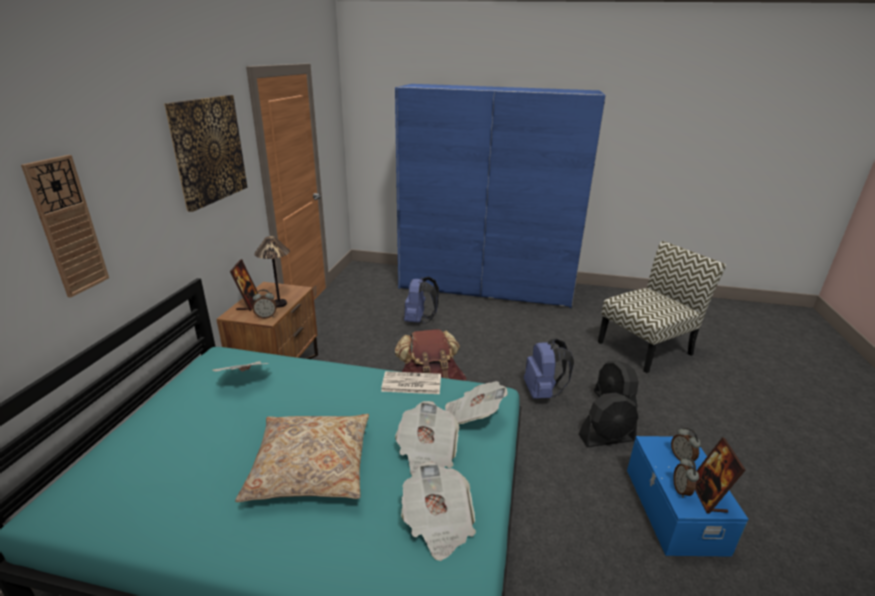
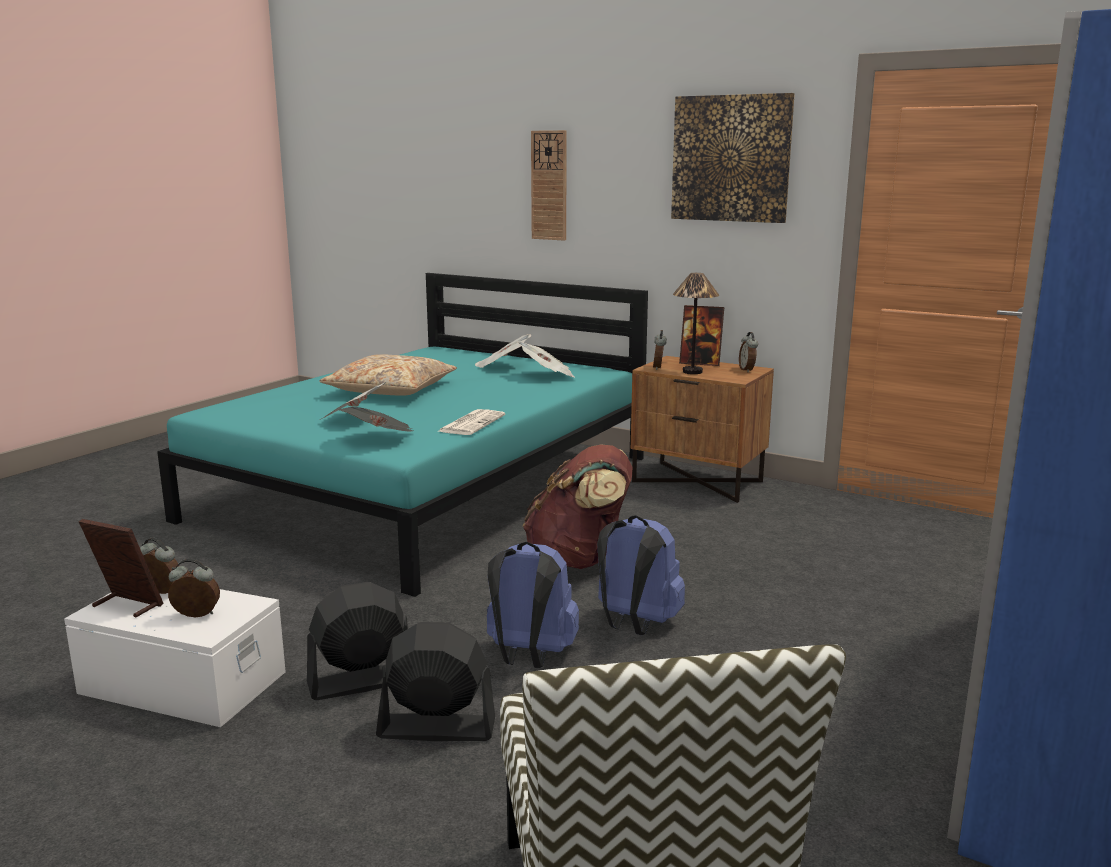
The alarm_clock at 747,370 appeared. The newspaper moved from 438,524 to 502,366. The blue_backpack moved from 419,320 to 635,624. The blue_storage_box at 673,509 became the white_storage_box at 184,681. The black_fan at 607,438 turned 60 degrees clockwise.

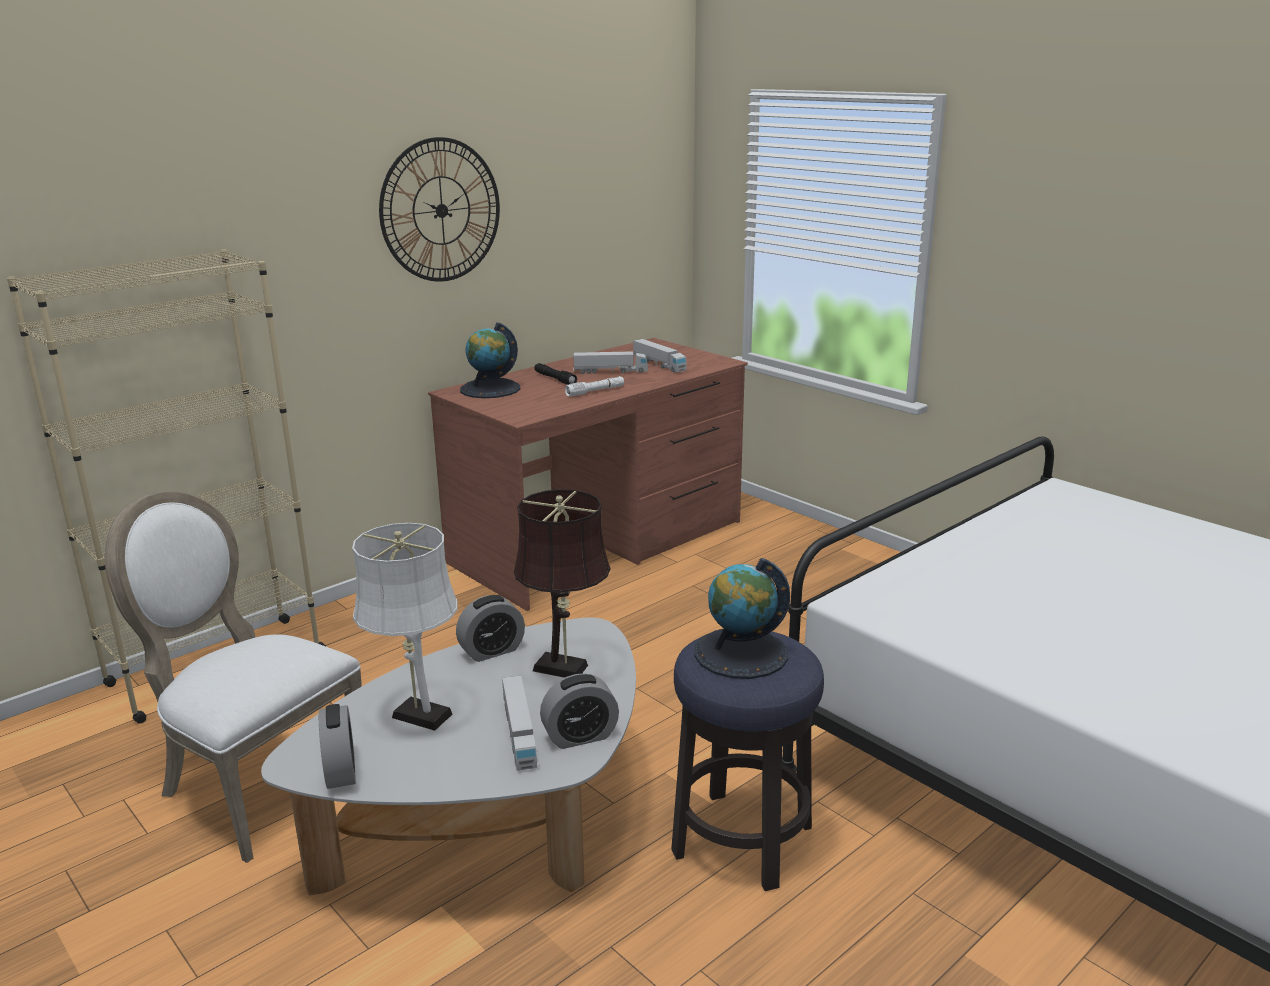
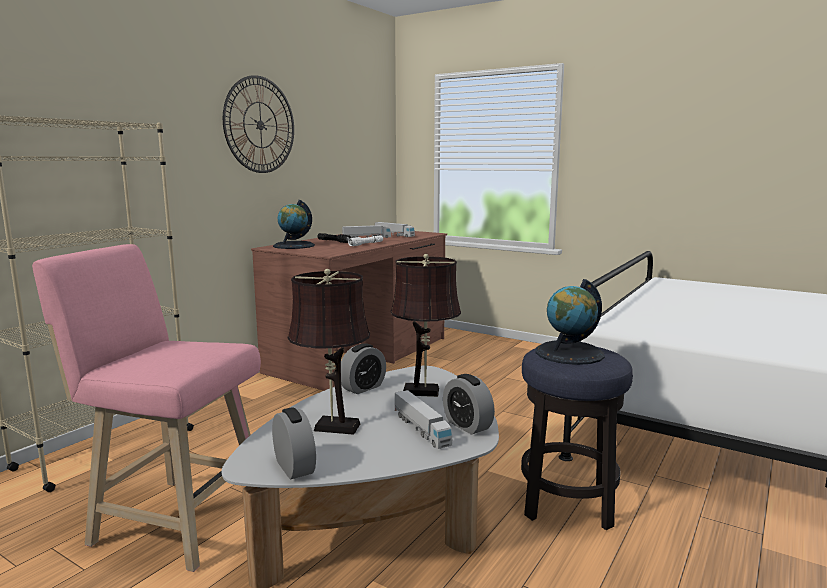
The white_chair at 257,784 was replaced by the pink_stool at 173,519. The white_table_lamp at 417,714 became the brown_table_lamp at 332,427. The alarm_clock at 580,736 turned 90 degrees clockwise.

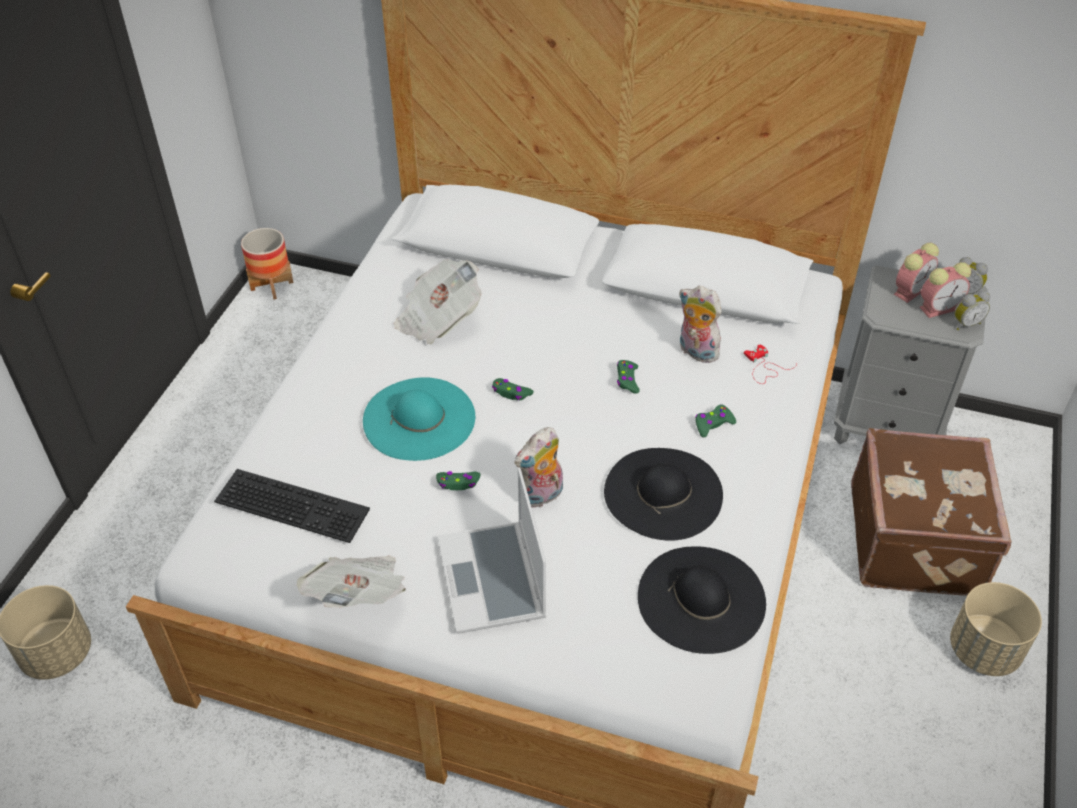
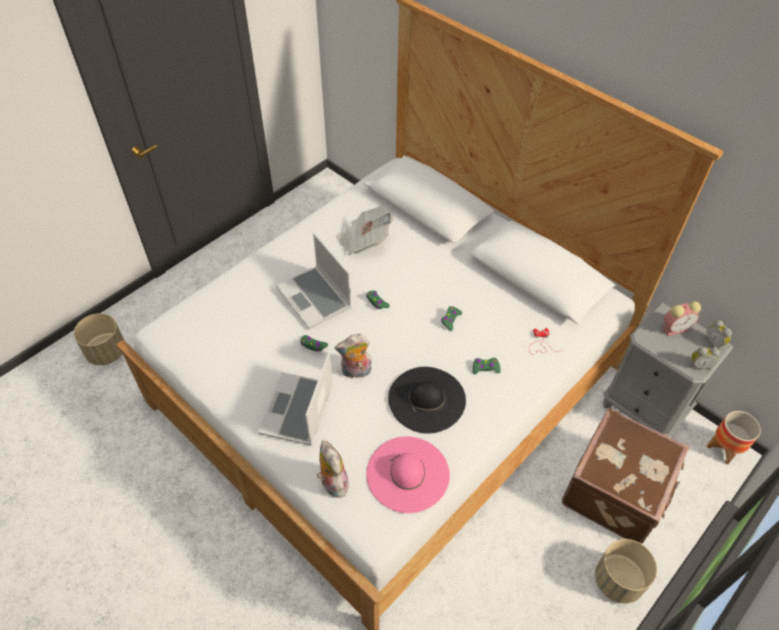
The keyboard at 295,503 disappeared. The newspaper at 359,596 disappeared. The alarm_clock at 939,308 disappeared. The planter moved from 272,286 to 724,449. The plush_toy moved from 695,352 to 332,483. The turquoise_hat at 419,418 was replaced by the laptop at 315,298. The black_hat at 701,599 became the pink_hat at 408,474.

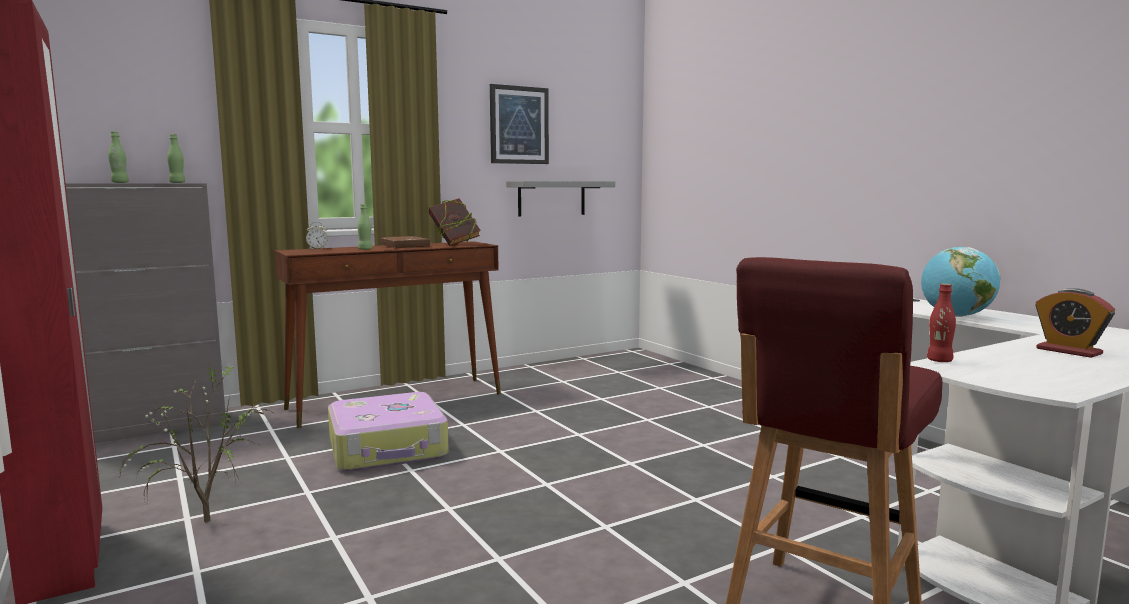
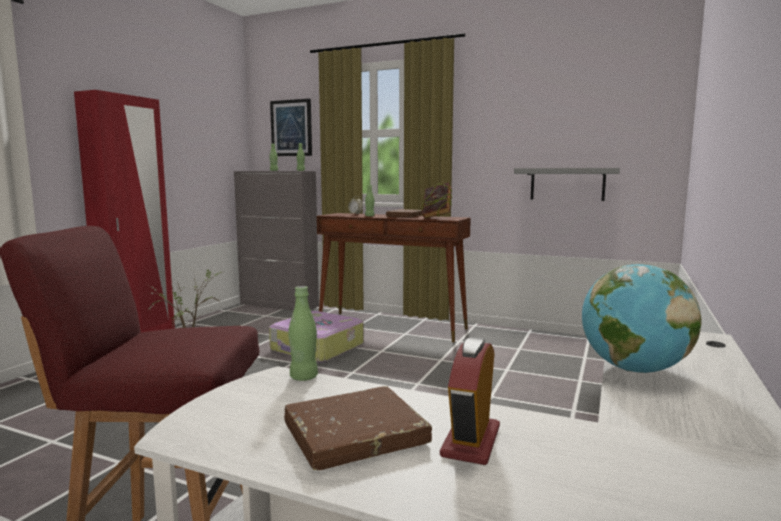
The brown_book at 355,434 appeared. The picture moved from 519,125 to 291,128. The red_bottle at 939,361 became the green_bottle at 304,377.

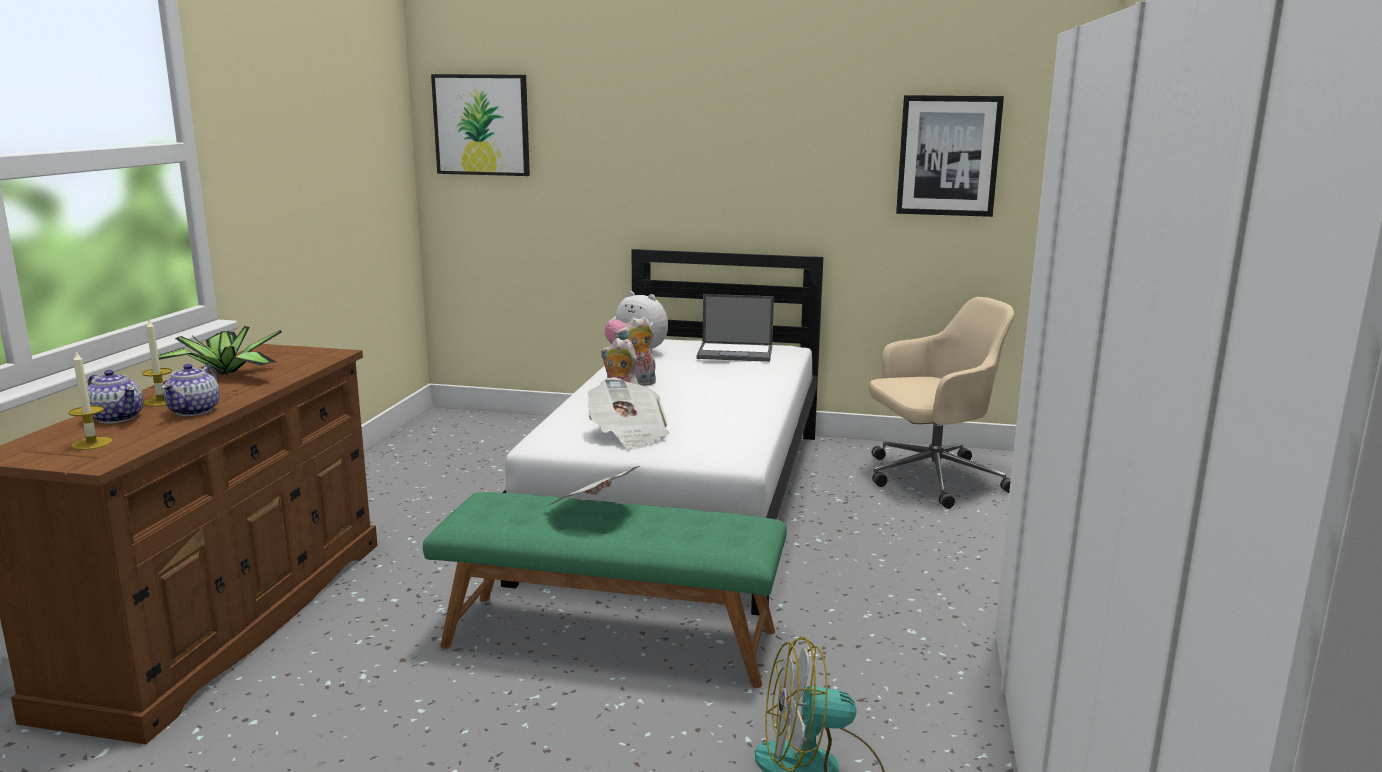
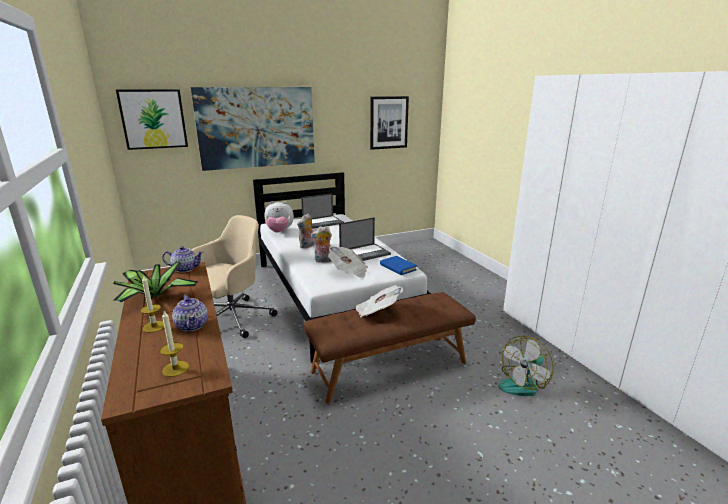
The picture at 257,127 appeared. The laptop at 365,253 appeared. The blue_book at 398,267 appeared. The teapot moved from 117,418 to 185,269. The beige_office_chair moved from 931,479 to 231,319. The green_bench at 611,637 became the brown_bench at 389,366.

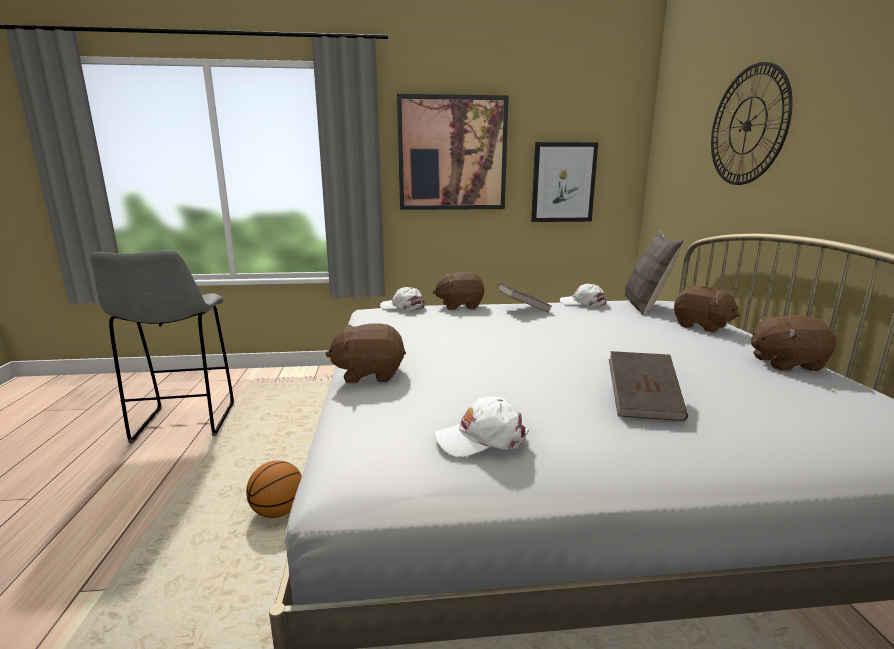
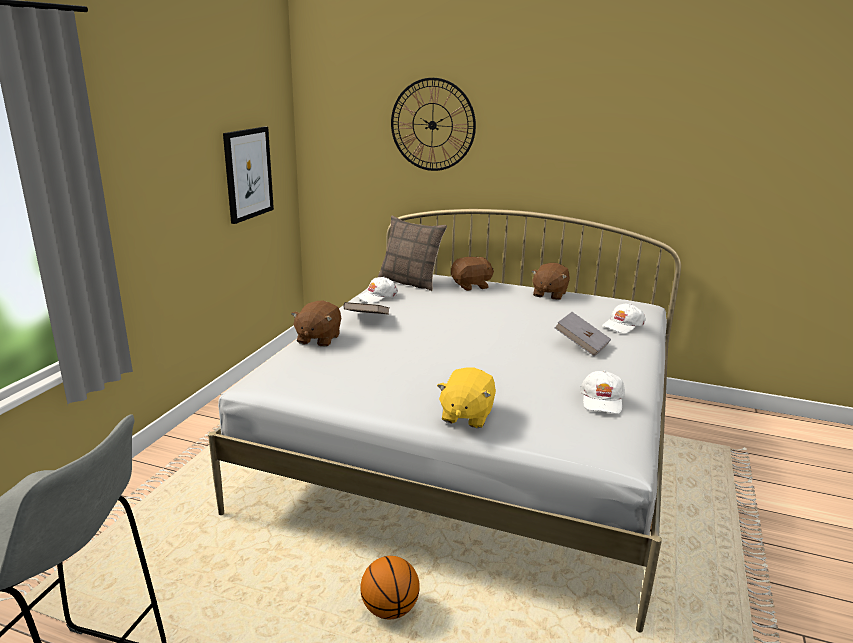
The picture at 452,154 disappeared. The white_cap moved from 403,307 to 622,325. The brown_plush_toy at 369,374 became the yellow_plush_toy at 466,416. The brown_book at 643,403 became the grey_book at 581,345.

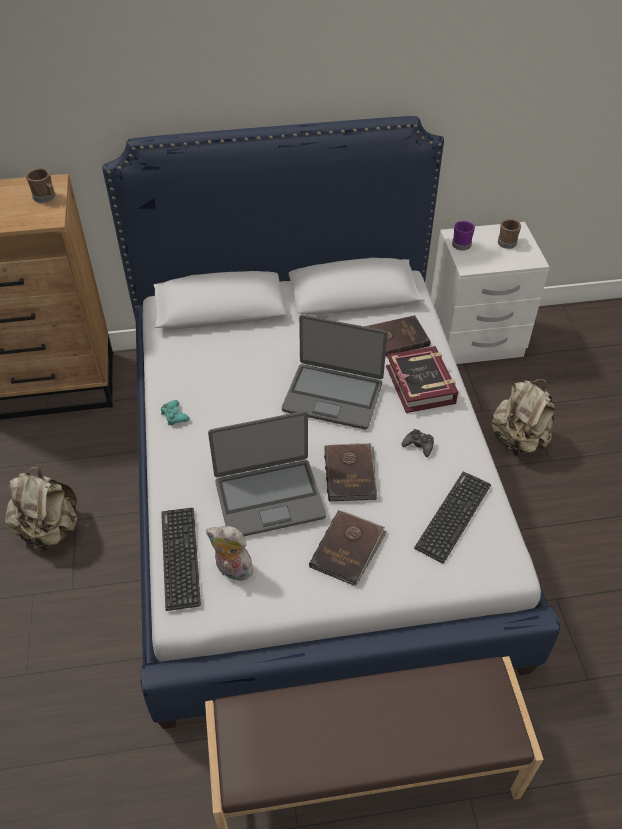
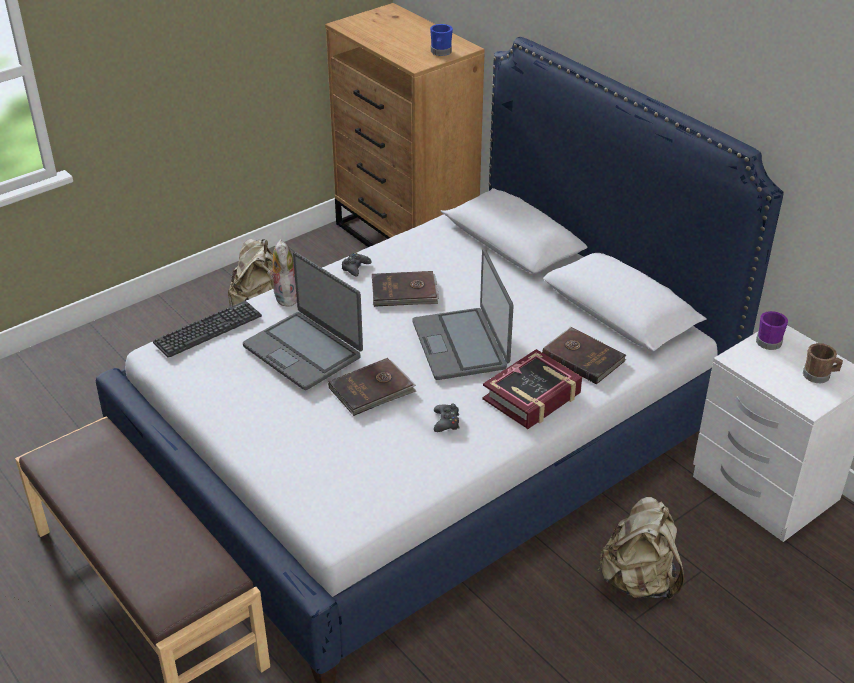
The keyboard at 453,516 disappeared. The plush_toy moved from 232,570 to 284,296. The brown_book moved from 348,549 to 404,292. The brown_mug at 46,198 became the blue_mug at 440,52. The turquoise_game_controller at 174,416 became the black_game_controller at 355,268.

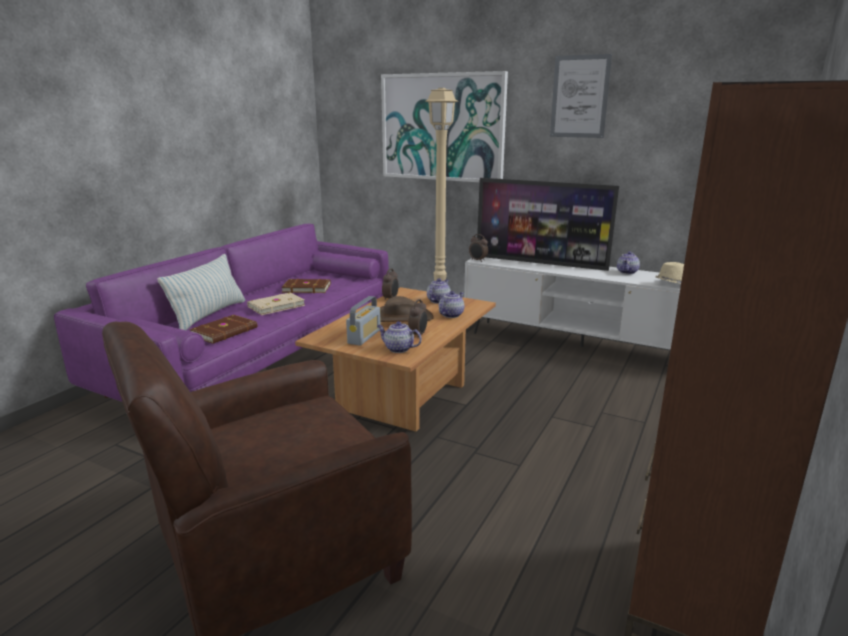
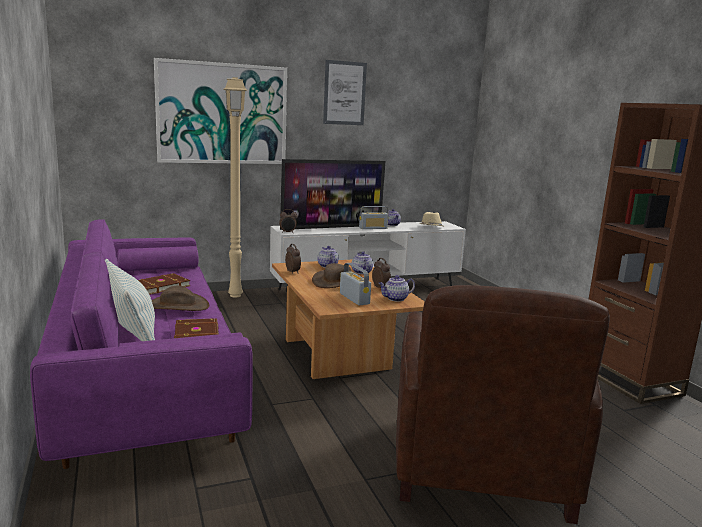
The radio at 373,228 appeared. The beige_book at 275,306 was replaced by the brown_hat at 177,306.

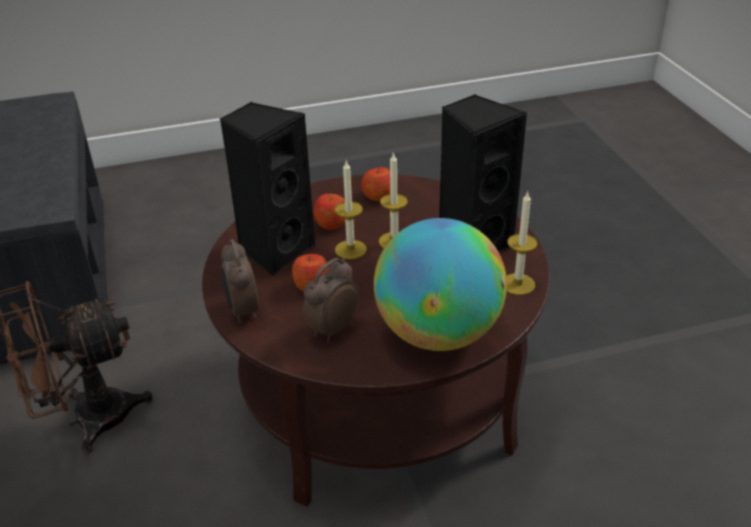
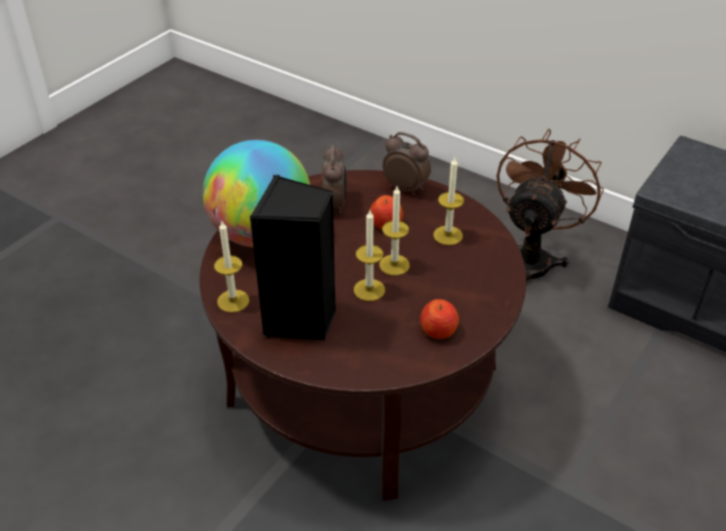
The apple at 331,224 disappeared. The black_speaker at 275,251 was replaced by the candle at 448,235.

